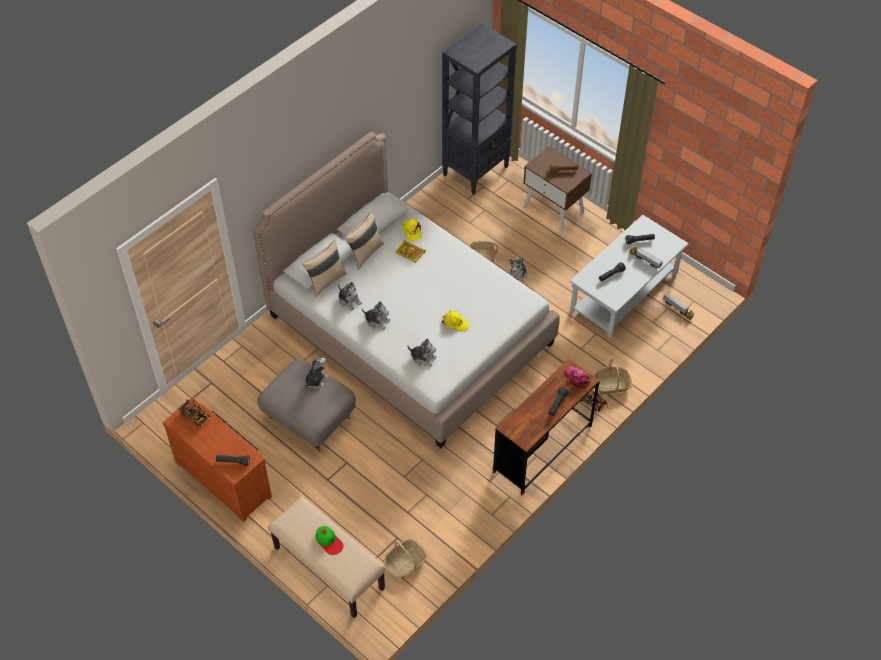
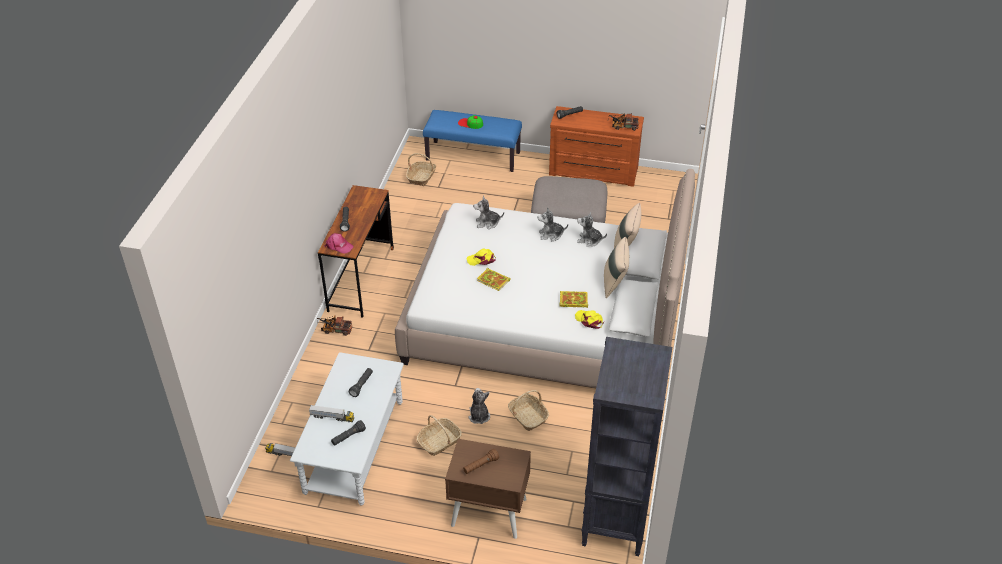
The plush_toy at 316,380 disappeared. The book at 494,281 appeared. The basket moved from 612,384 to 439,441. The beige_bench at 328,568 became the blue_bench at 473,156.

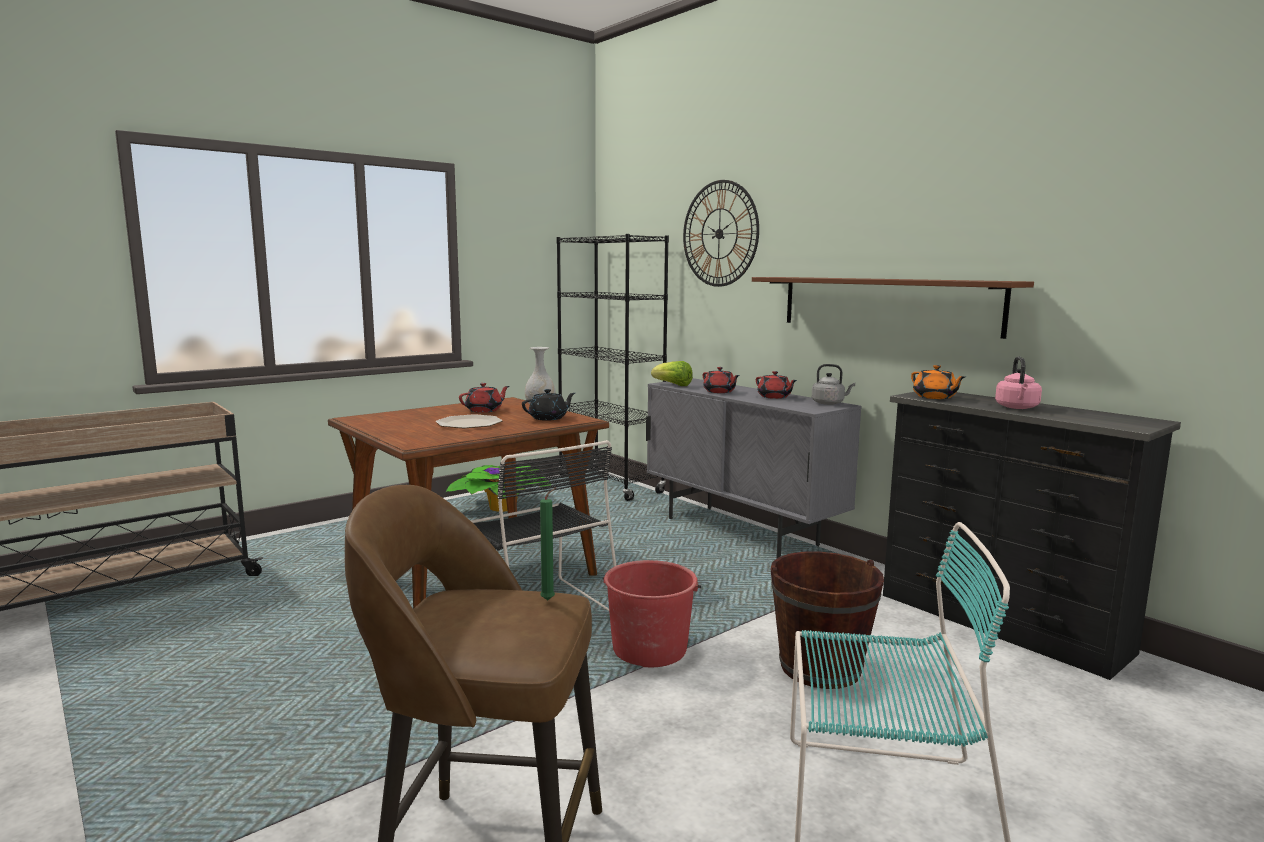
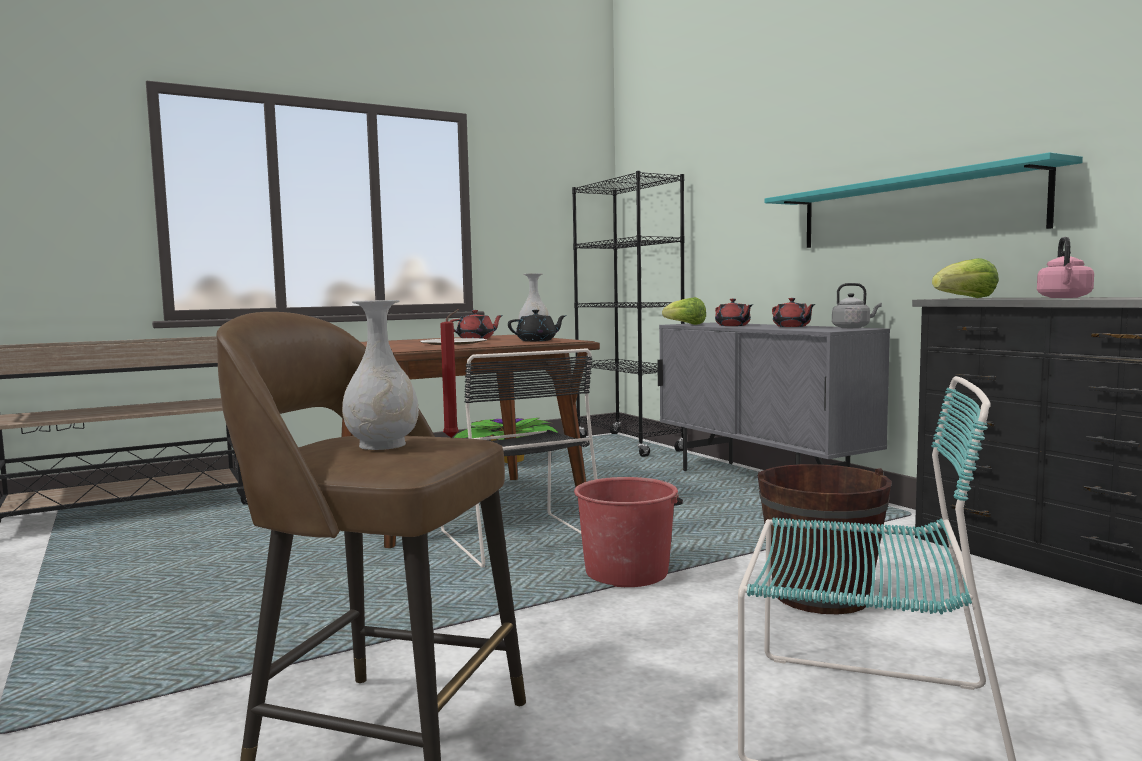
The wall_clock at 719,233 disappeared. The white_vase at 383,445 appeared. The orange_teapot at 935,397 was replaced by the lettuce at 966,298. The green_candle at 549,599 became the red_candle at 453,437. The brown_shelf at 885,304 became the turquoise_shelf at 912,210.

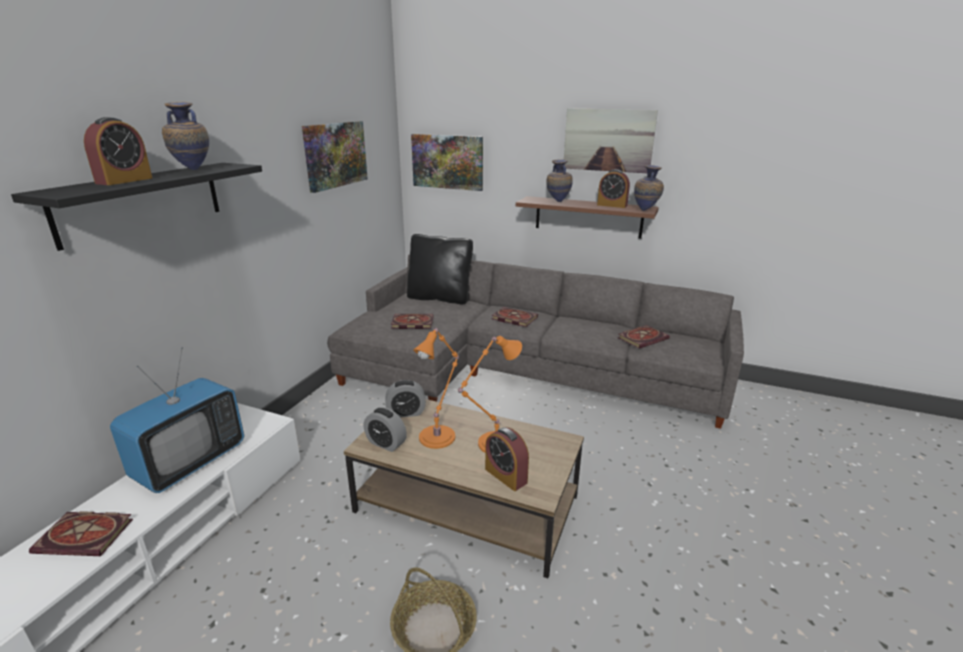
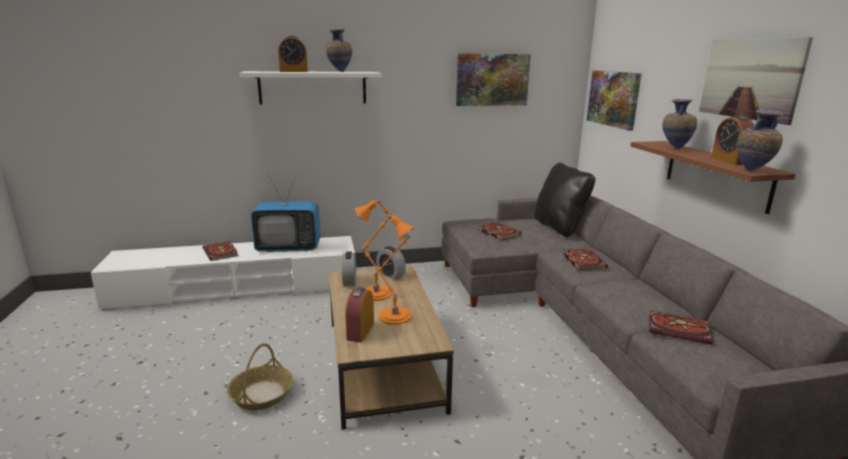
The black_shelf at 142,202 became the white_shelf at 313,87.

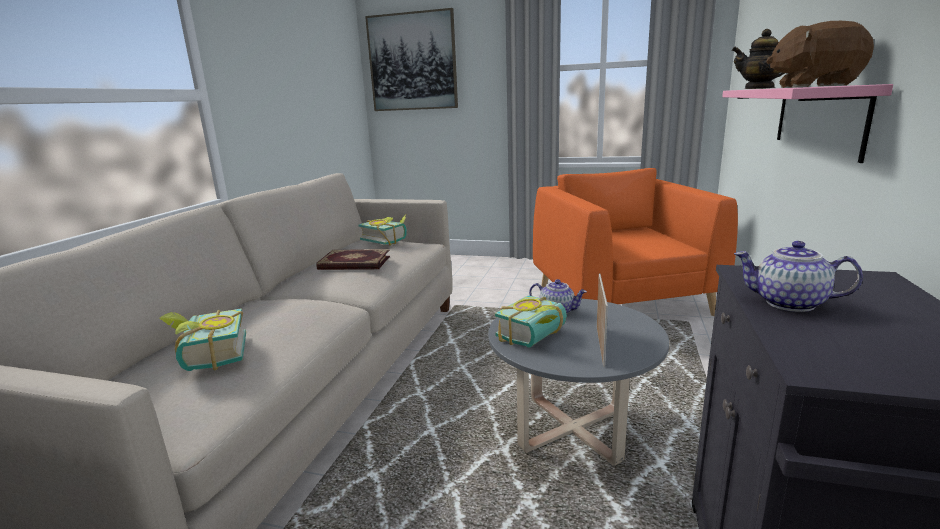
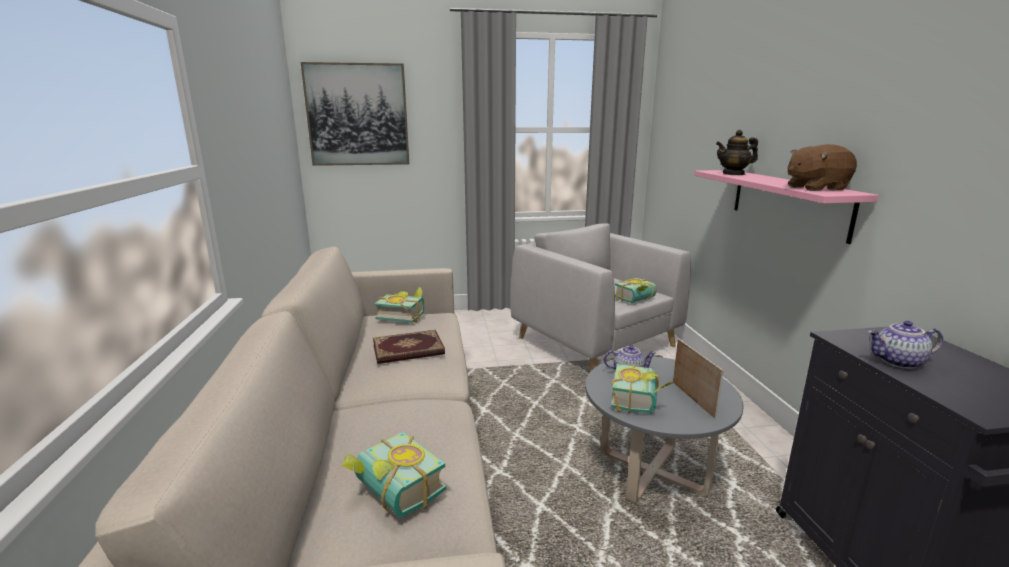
The book at 637,300 appeared. The orange_armchair at 621,299 became the grey_armchair at 595,341.

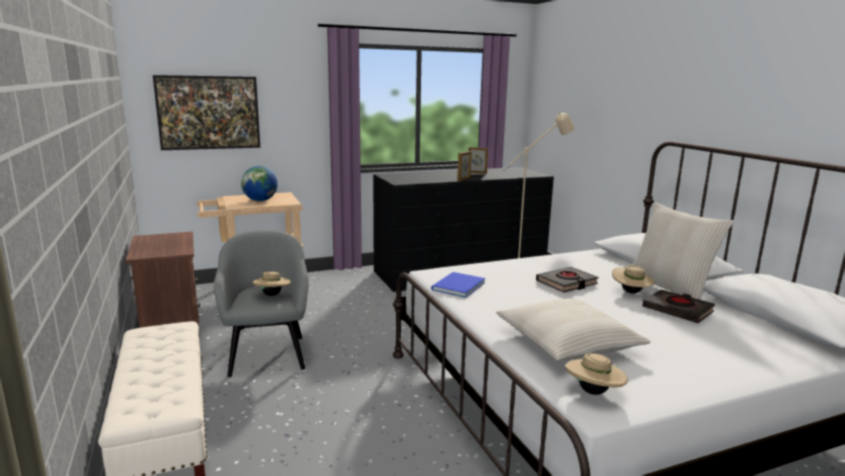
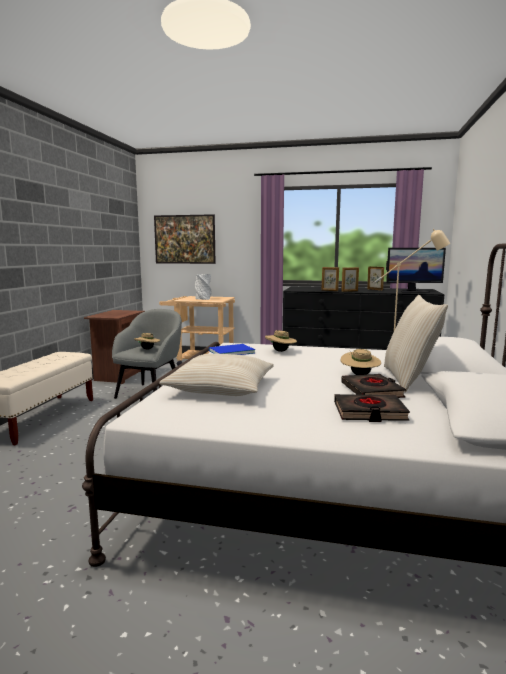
The picture_frame at 329,290 appeared. The monitor at 413,291 appeared. The black_book moved from 566,283 to 369,412. The beige_hat moved from 593,392 to 280,351. The globe at 260,201 was replaced by the grey_vase at 203,299.

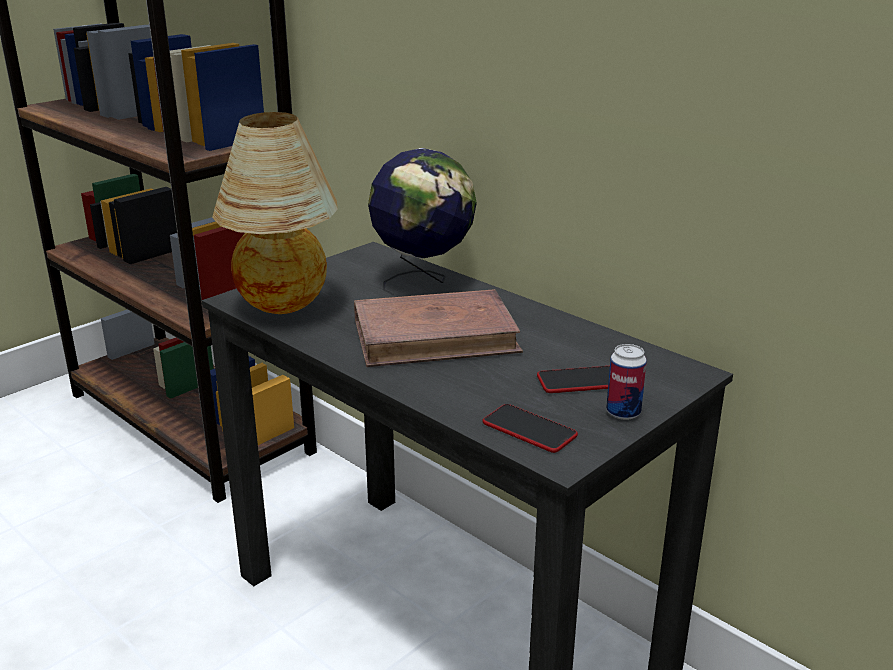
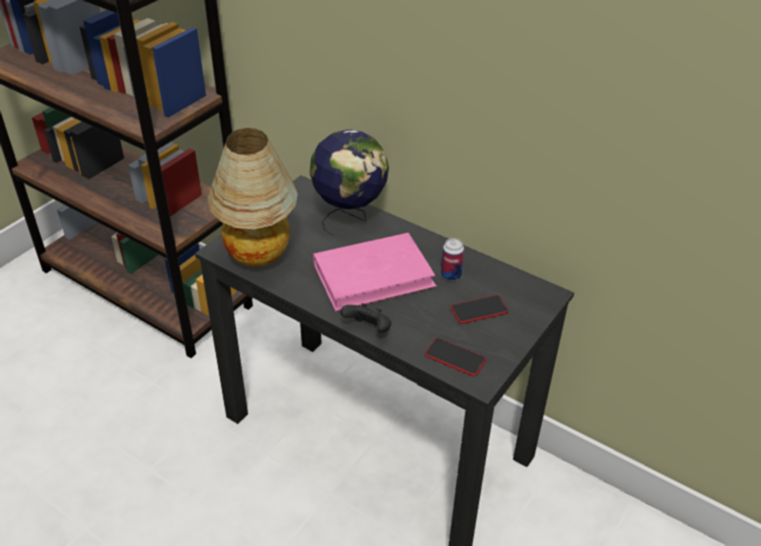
The black_game_controller at 368,329 appeared. The can moved from 623,413 to 451,275. The brown_book at 435,336 became the pink_book at 374,276.

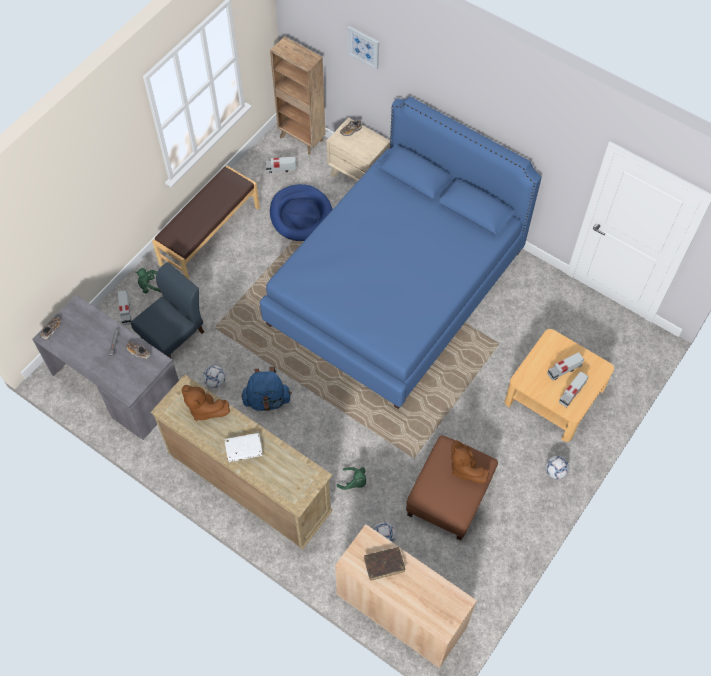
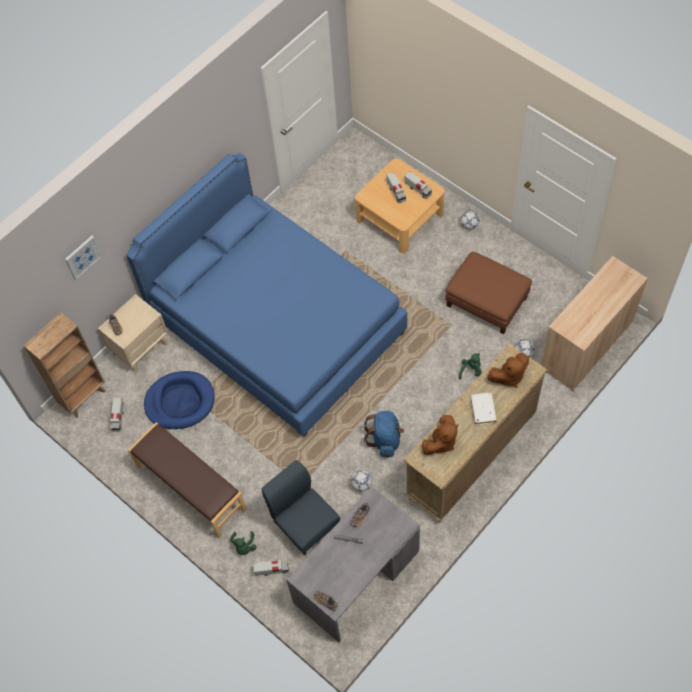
The brown_book at 384,564 disappeared. The brown_plush_toy moved from 464,468 to 508,376.

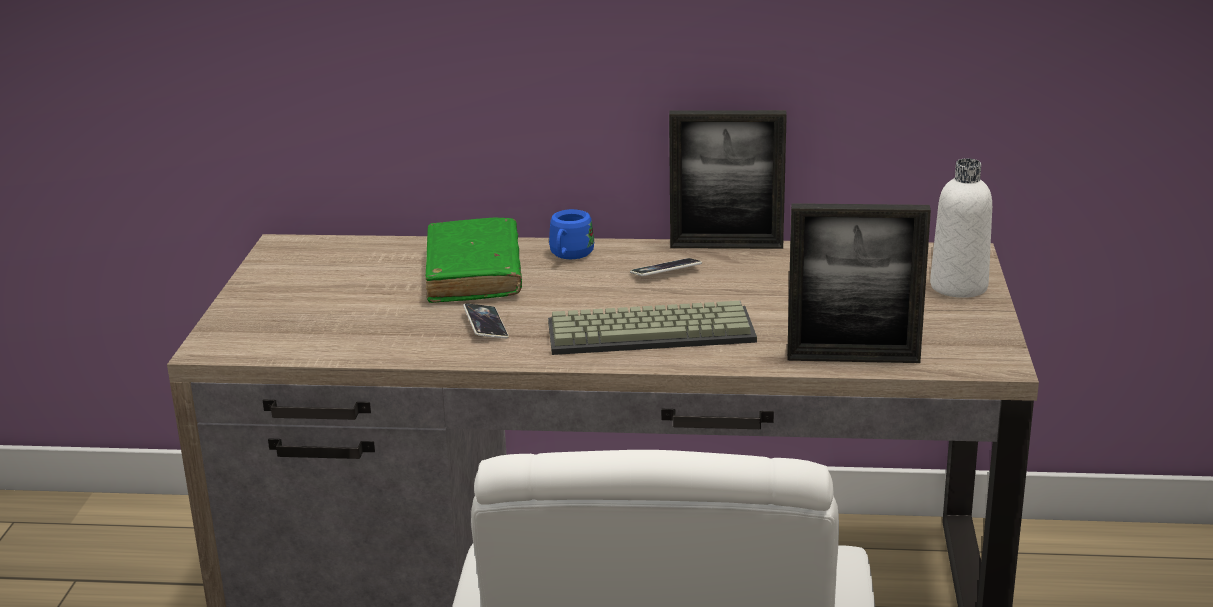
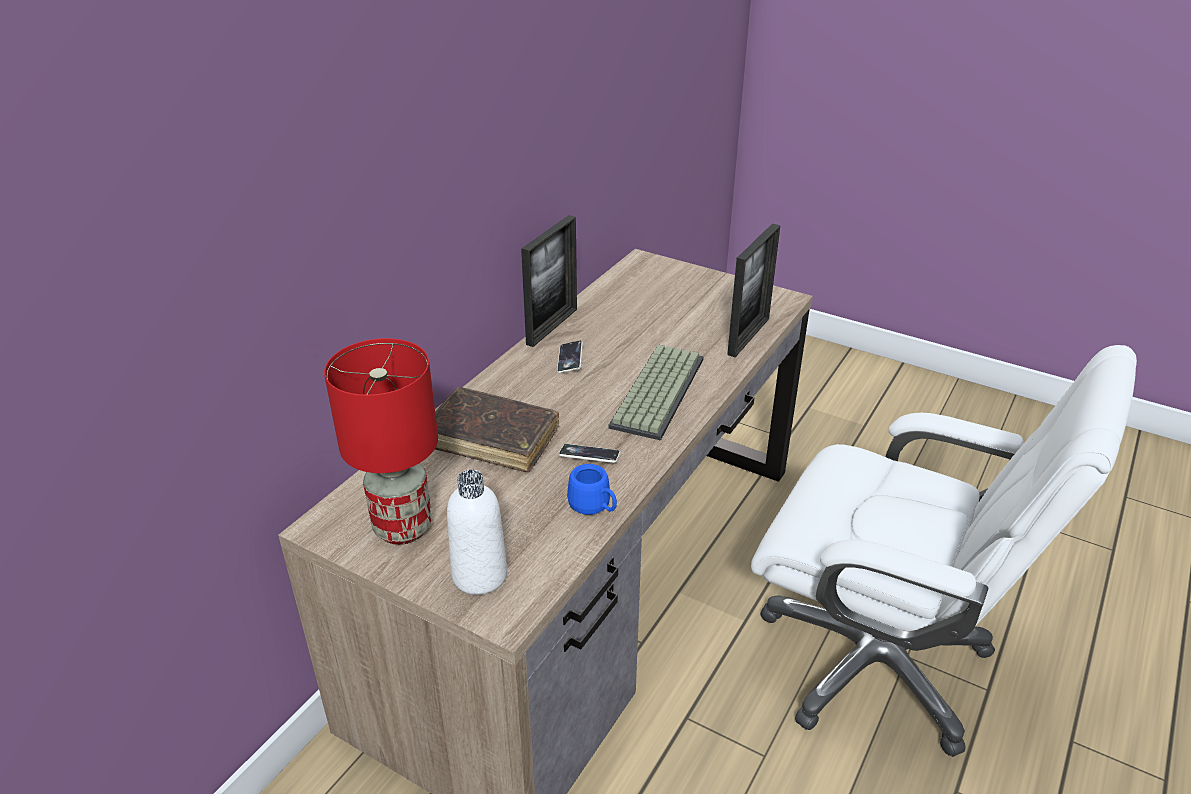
The red_table_lamp at 403,529 appeared. The blue_mug moved from 569,256 to 594,507. The white_bottle moved from 958,287 to 479,575. The green_book at 474,274 became the brown_book at 493,439.

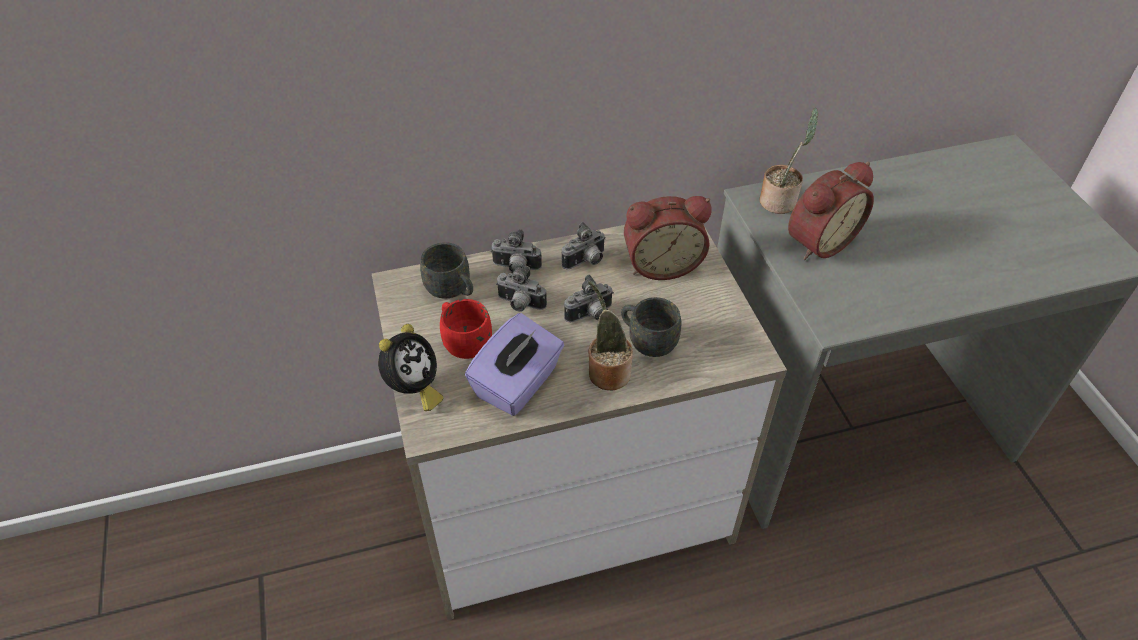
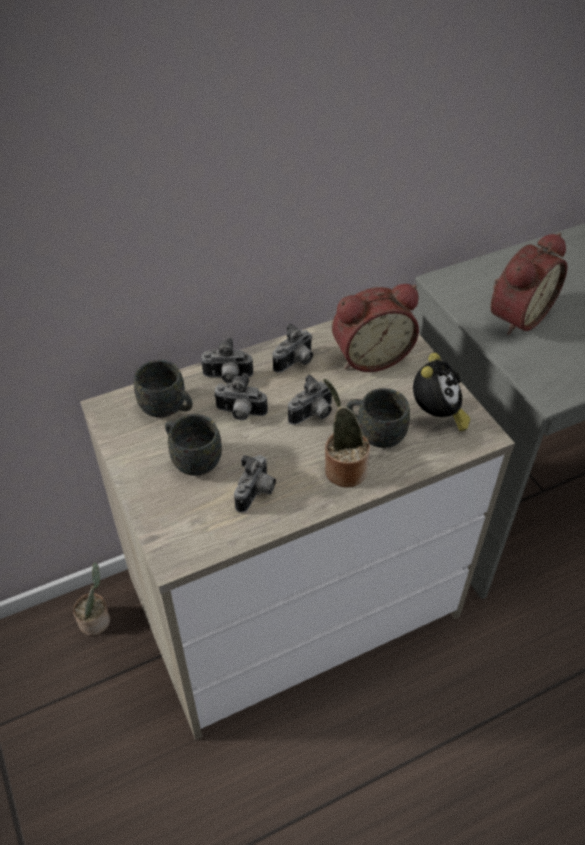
The alarm_clock moved from 413,390 to 436,416. The potted_plant moved from 780,201 to 96,619. The purple_tissue_box at 518,384 was replaced by the photo_camera at 257,494. The red_mug at 464,342 became the grey_mug at 192,458.

